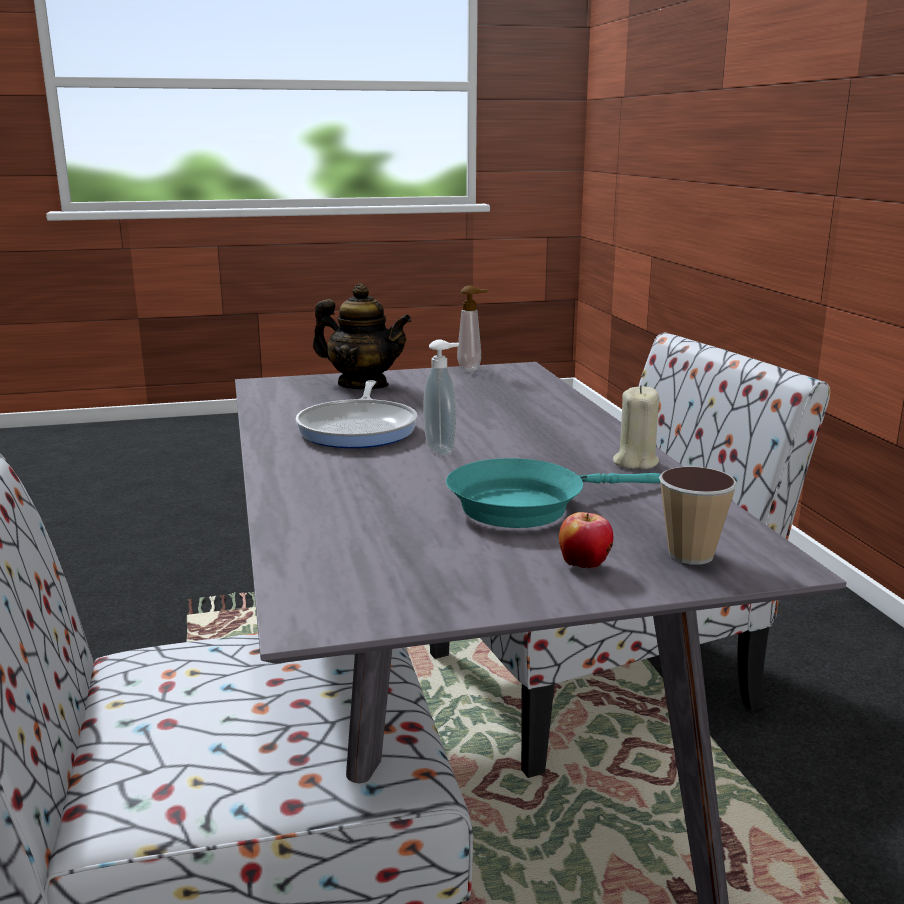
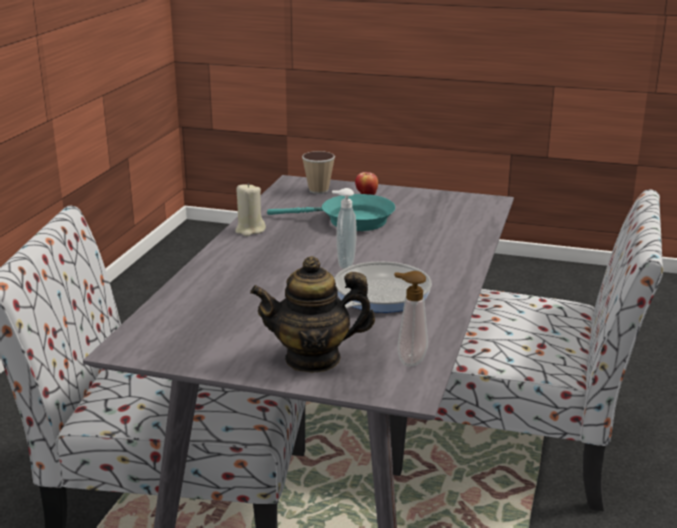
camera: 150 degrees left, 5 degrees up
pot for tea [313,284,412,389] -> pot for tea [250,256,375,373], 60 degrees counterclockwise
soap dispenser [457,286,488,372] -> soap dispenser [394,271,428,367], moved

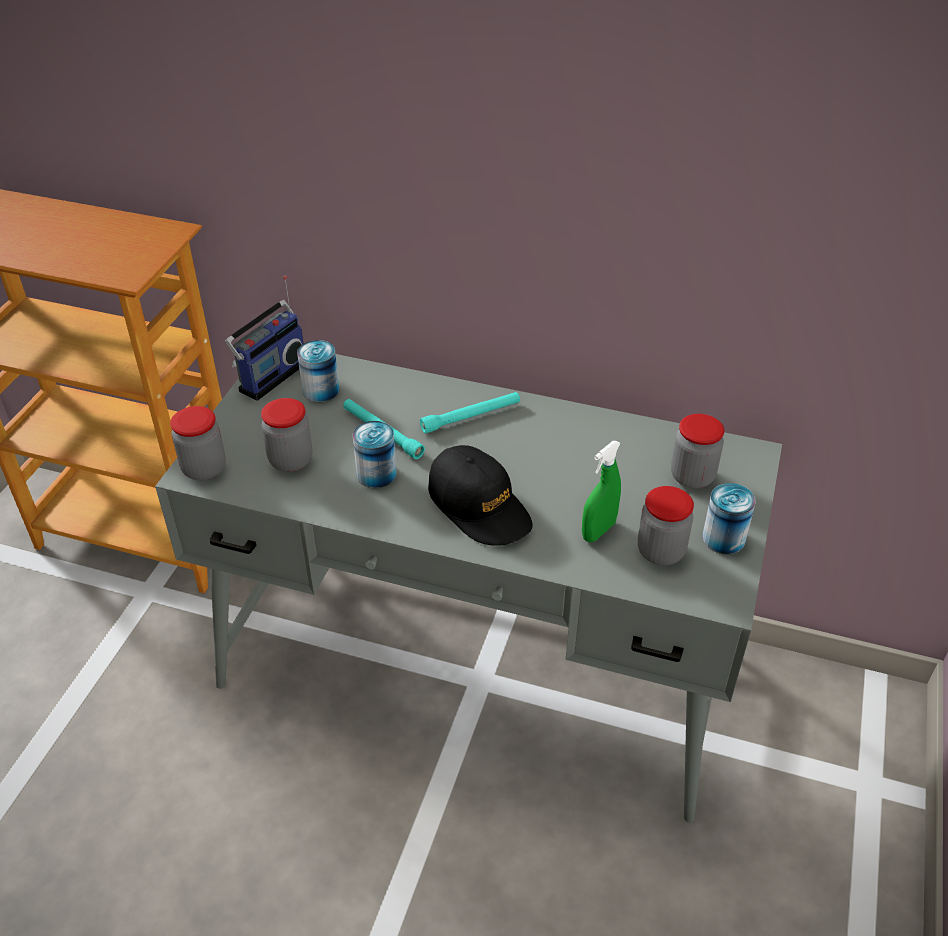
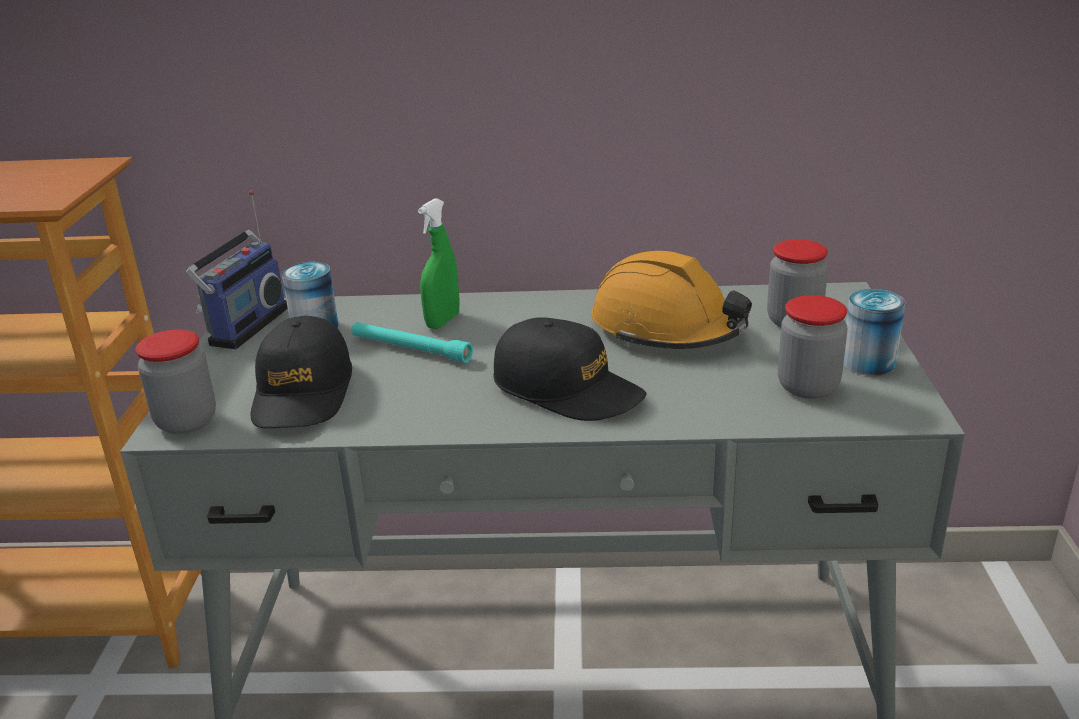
camera: 15 degrees left, 15 degrees down
jar [261,398,312,472] -> peaked cap in black-coloured [251,316,352,428]
sprayer in green-coloured [582,441,621,542] -> sprayer in green-coloured [418,198,460,329], moved
none -> hard hat in orange [592,251,752,349]
sealed can [352,421,397,488] -> none
flashlight in turquoise [420,392,520,433] -> none

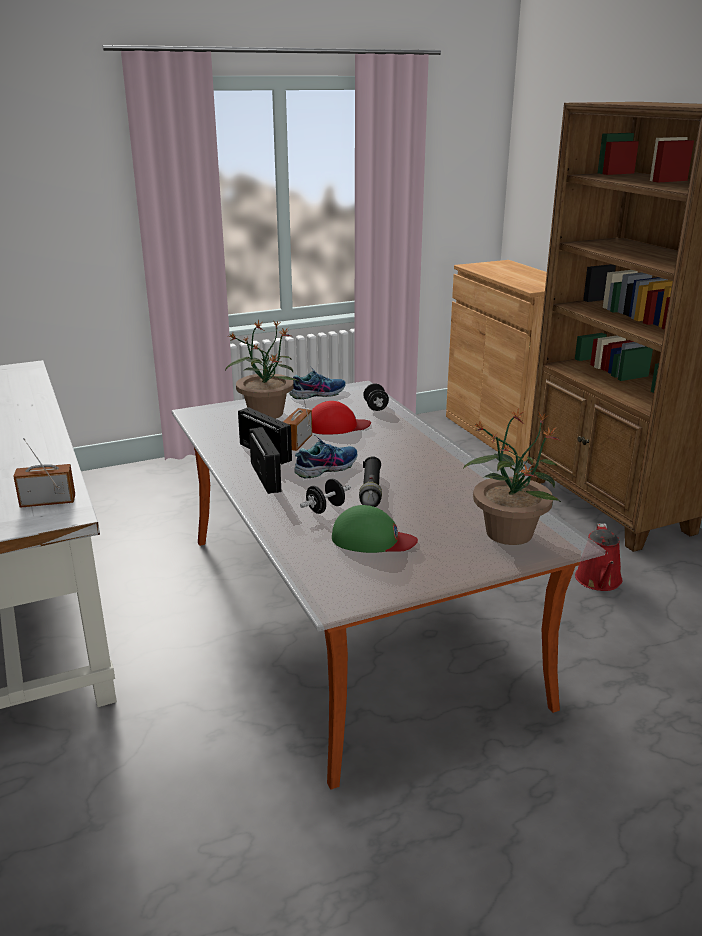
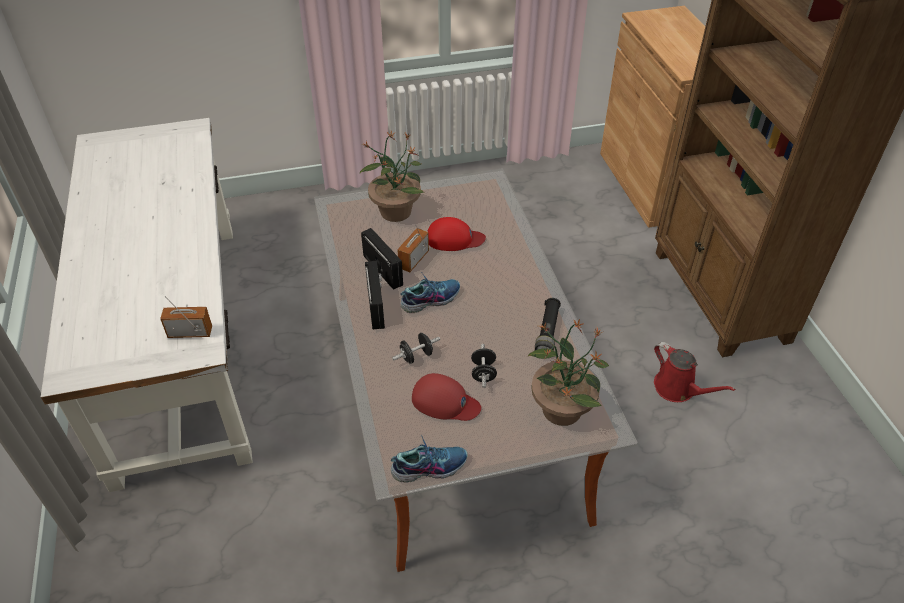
camera: 10 degrees right, 20 degrees up
item of footwear [289,367,346,399] -> item of footwear [391,435,468,482], moved
peaked cap in green-coloured [332,505,418,553] -> peaked cap in reddish [412,373,481,421]
free weight in black-coloured [363,383,389,411] -> free weight in black-coloured [471,344,497,388], moved
flashlight in black-coloured [359,456,382,507] -> flashlight in black-coloured [535,298,561,350], moved
sprinkling can in reddish [575,523,623,591] -> sprinkling can in reddish [654,342,736,402], 60 degrees counterclockwise

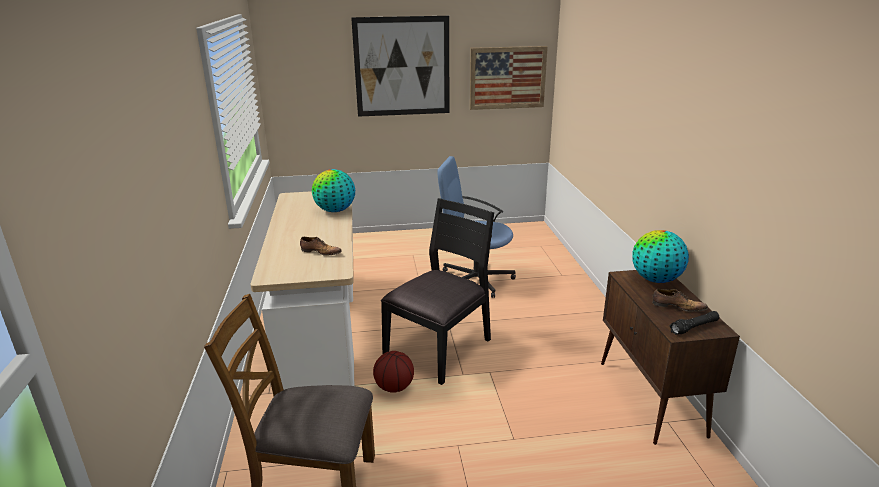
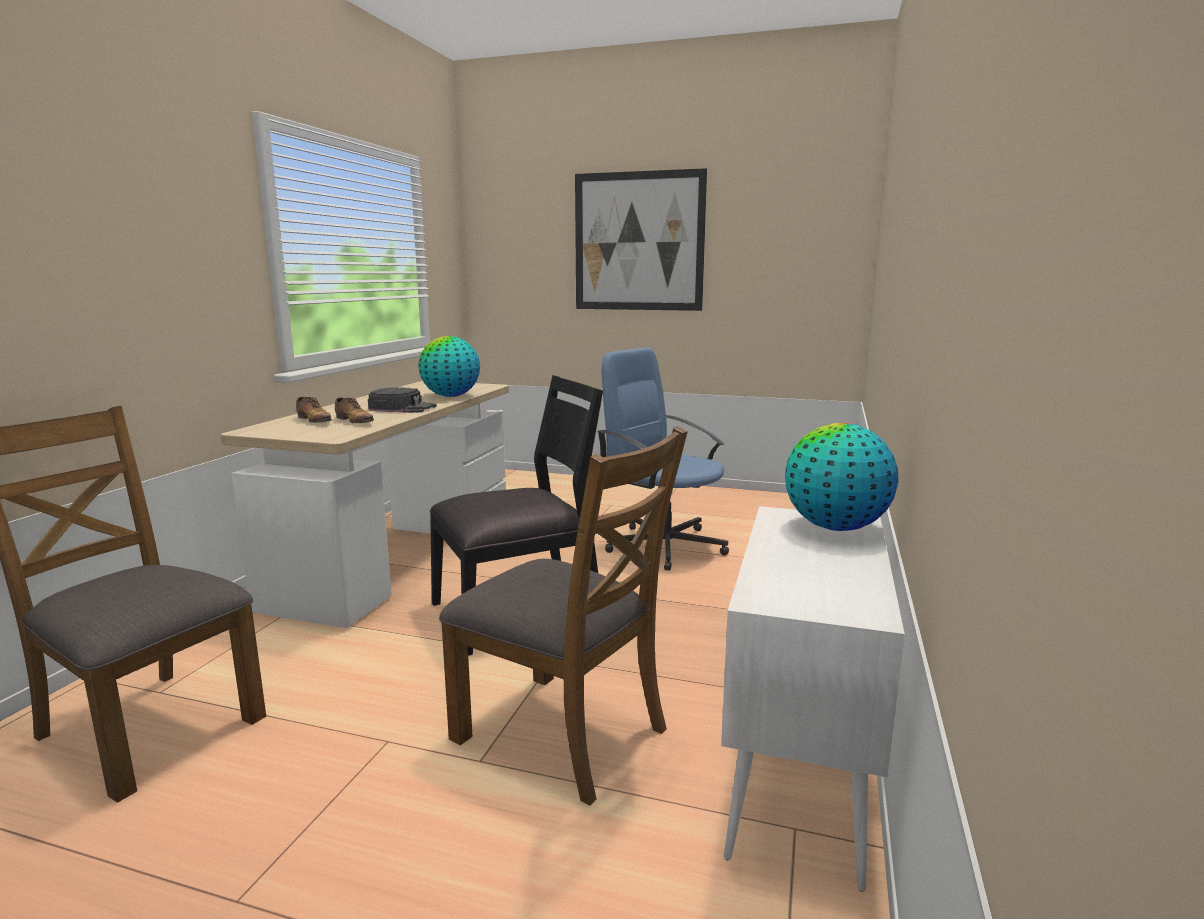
camera: 25 degrees right, 10 degrees down
item of footwear [652,289,708,312] -> item of footwear [296,397,332,423], moved
none -> peaked cap in black-coloured [368,387,437,413]
none -> plain chair in brown [439,426,688,806]
cabinet in brown [601,270,740,445] -> cabinet in white [721,506,905,892]
basketball ball [373,351,414,393] -> none
wall picture [470,46,548,110] -> none
flashlight in black-coloured [670,311,719,335] -> none

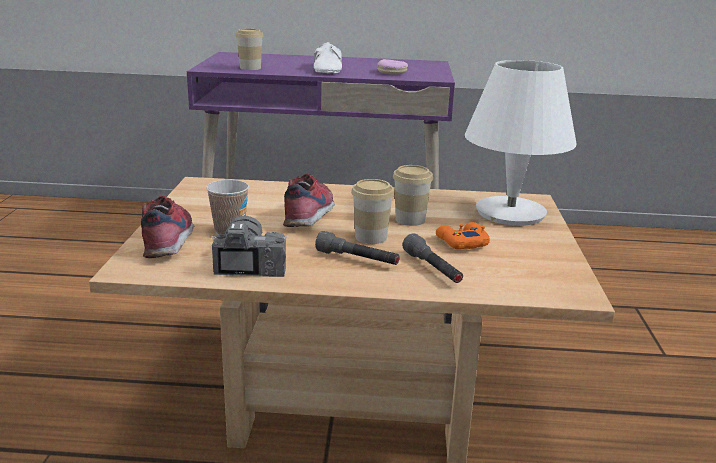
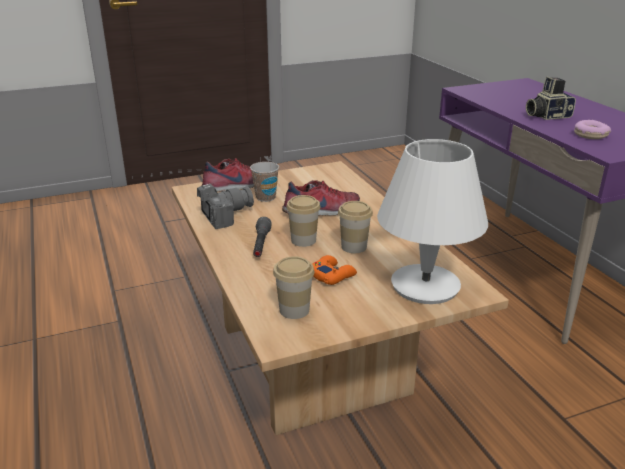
camera: 65 degrees right, 5 degrees up
small cup [235,29,264,70] -> small cup [273,256,314,319], moved
item of footwear in white [314,42,342,73] -> still camera [526,76,576,120]
flashlight in gray [403,233,463,283] -> none

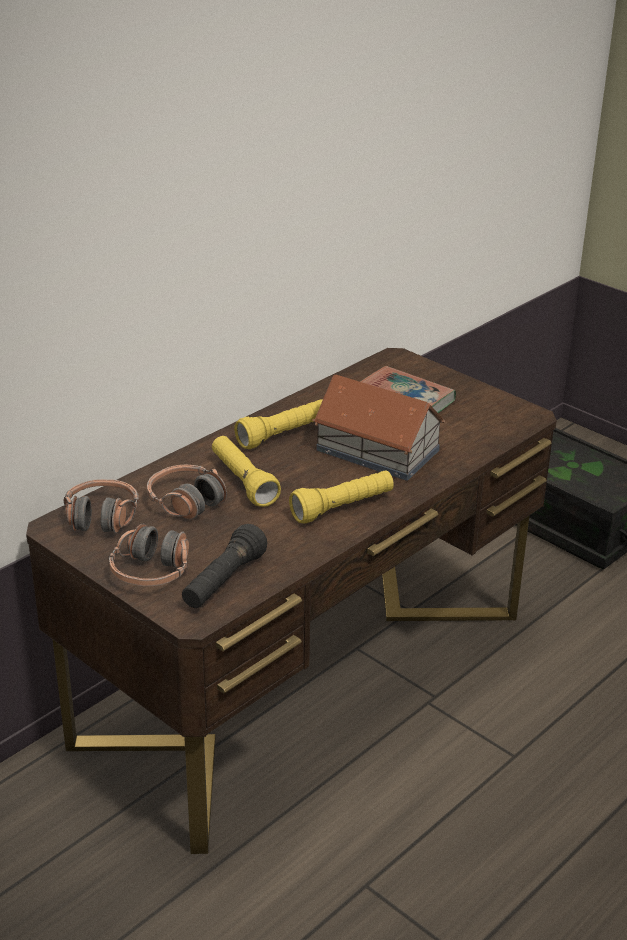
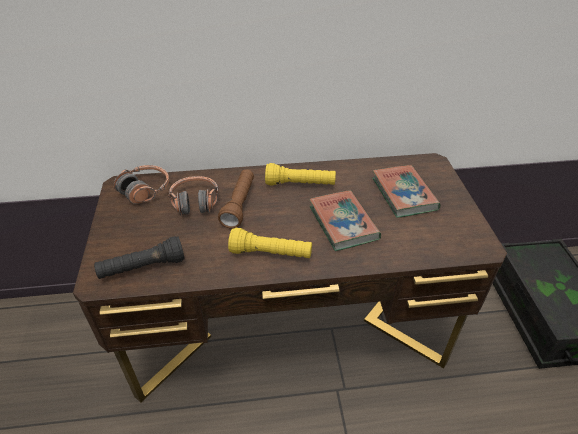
camera: 40 degrees right, 10 degrees up
flashlight in yellow [212,436,281,507] -> flashlight in brown [218,169,254,229]
toy house [312,375,445,481] -> book [309,190,381,251]
headphones [109,524,189,586] -> none

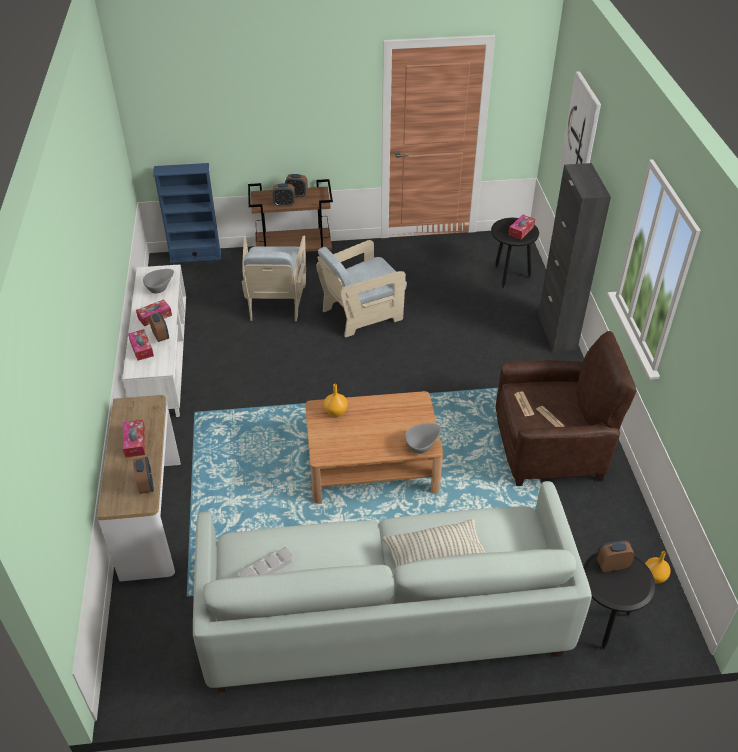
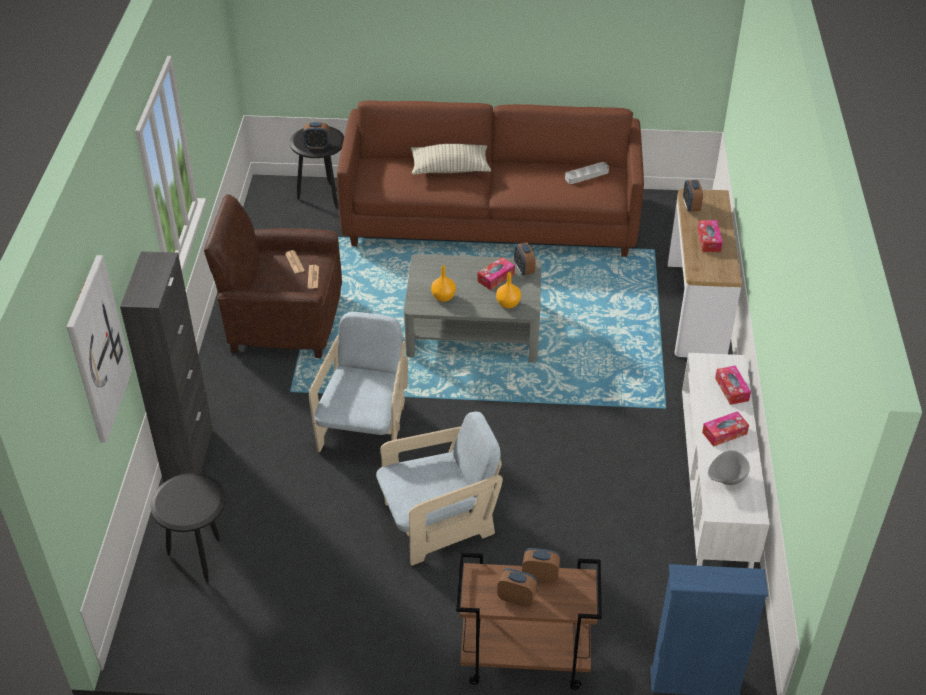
camera: 170 degrees left, 0 degrees up
armchair in beige-coloured [242,235,306,321] -> armchair in beige-coloured [309,312,408,452], moved
couch in white [193,481,592,693] -> couch in brown [337,101,644,257]
lounge table in brown [305,391,443,504] -> lounge table in gray [404,254,542,363]
vase in orange [645,551,670,584] -> vase in orange [431,265,456,302], moved
tissue holder [508,215,535,239] -> tissue holder [477,257,515,290], moved
alarm clock [148,312,169,342] -> alarm clock [514,243,536,275], moved
serving bowl in gray [405,423,441,454] -> none

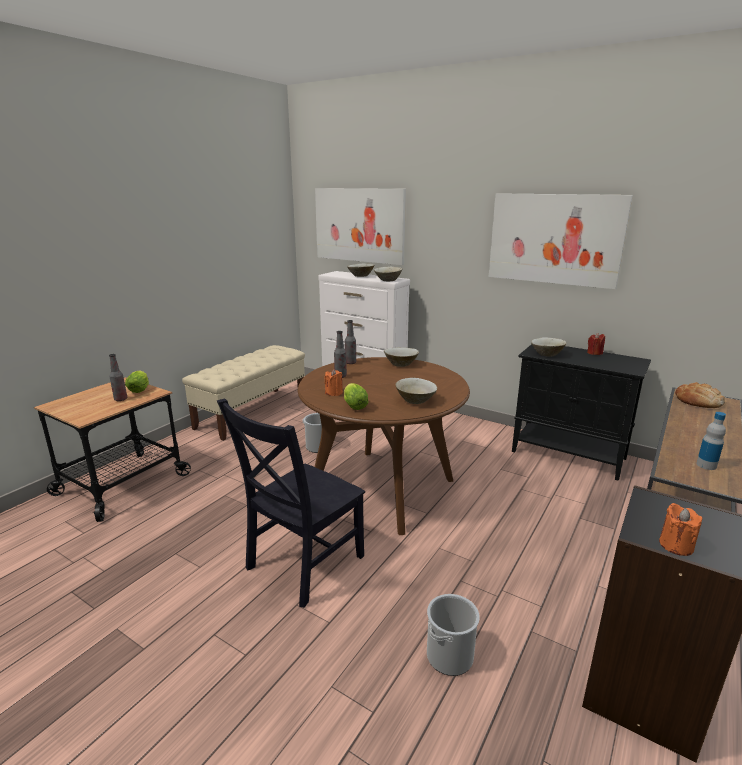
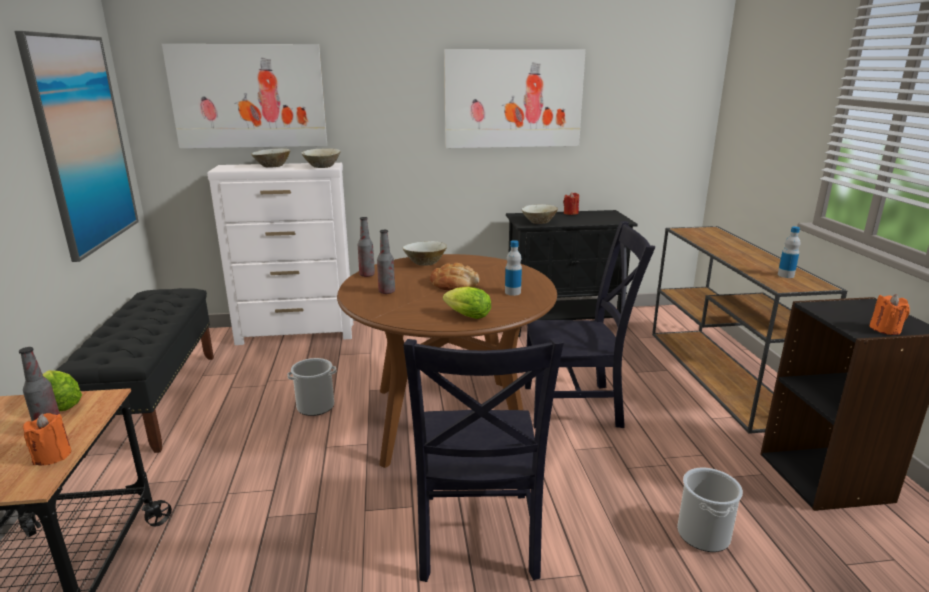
camera: 40 degrees left, 0 degrees up
none -> wall picture [14,31,139,262]
wax candle in orange [325,369,343,396] -> wax candle in orange [23,413,71,465], moved
indoor bench in beige-coloured [182,345,305,441] -> indoor bench in black-coloured [56,288,214,458]
bakery bread [675,382,725,408] -> bakery bread [430,263,480,291], moved
serving bowl in beige-coloured [396,378,437,404] -> bottle [505,240,522,296]
none -> plain chair in black-coloured [525,221,655,429]

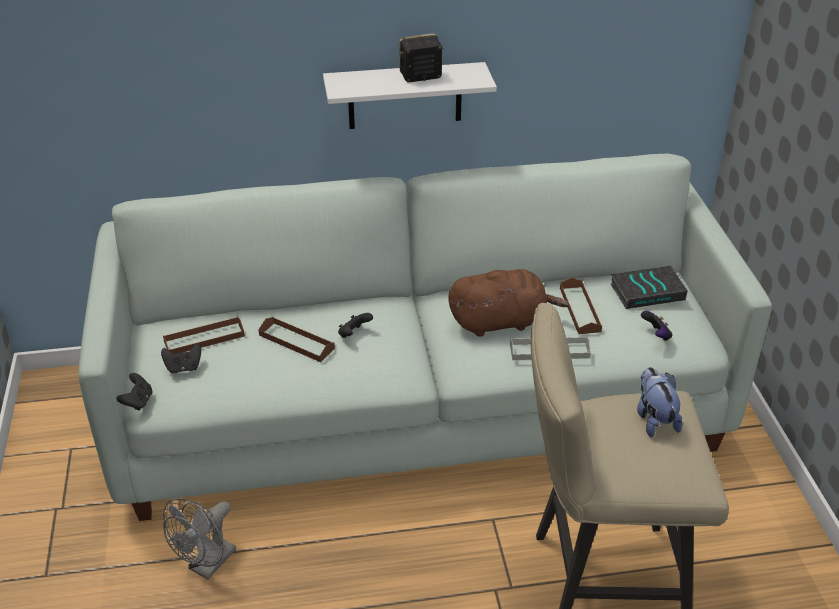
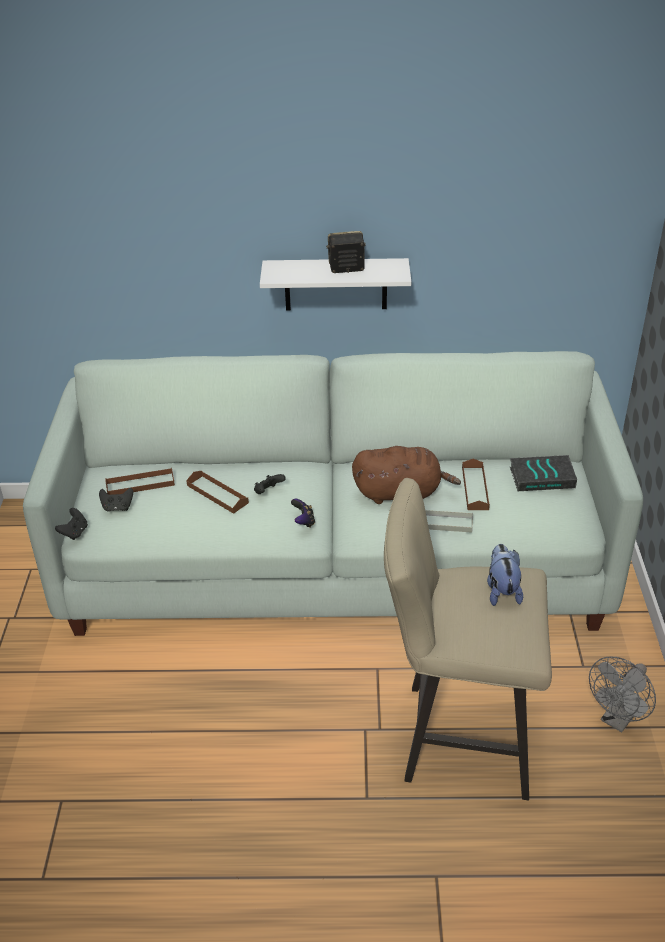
camera: 10 degrees right, 0 degrees up
joypad [641,311,672,341] -> joypad [291,499,315,528], moved
cooling fan in gray [163,498,236,580] -> cooling fan in gray [589,657,656,733], moved

